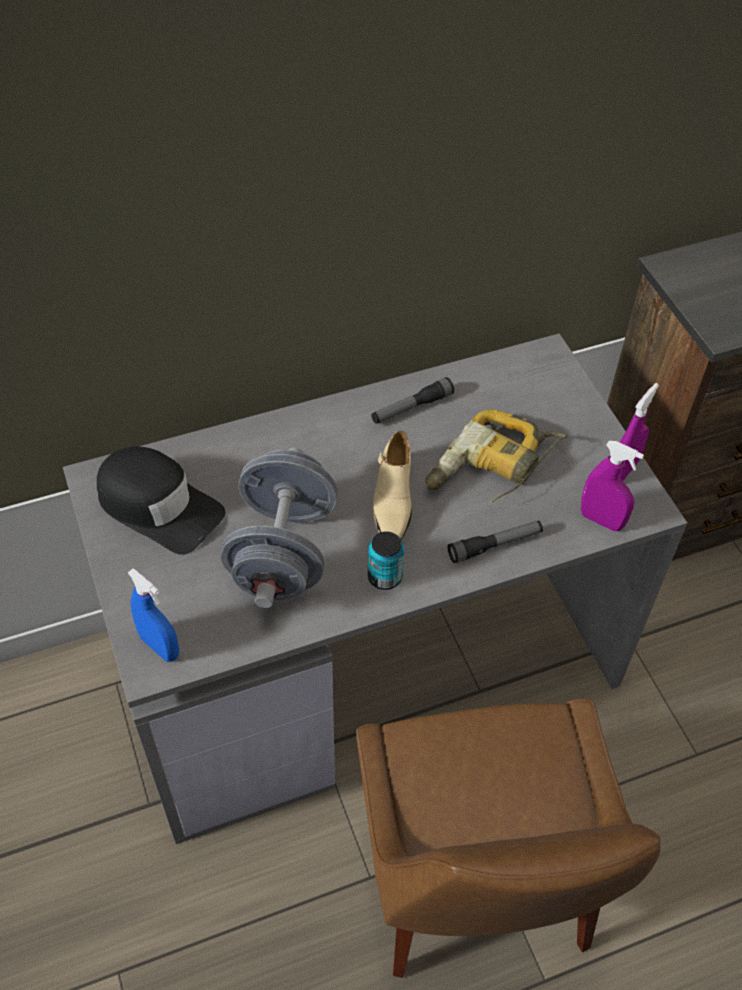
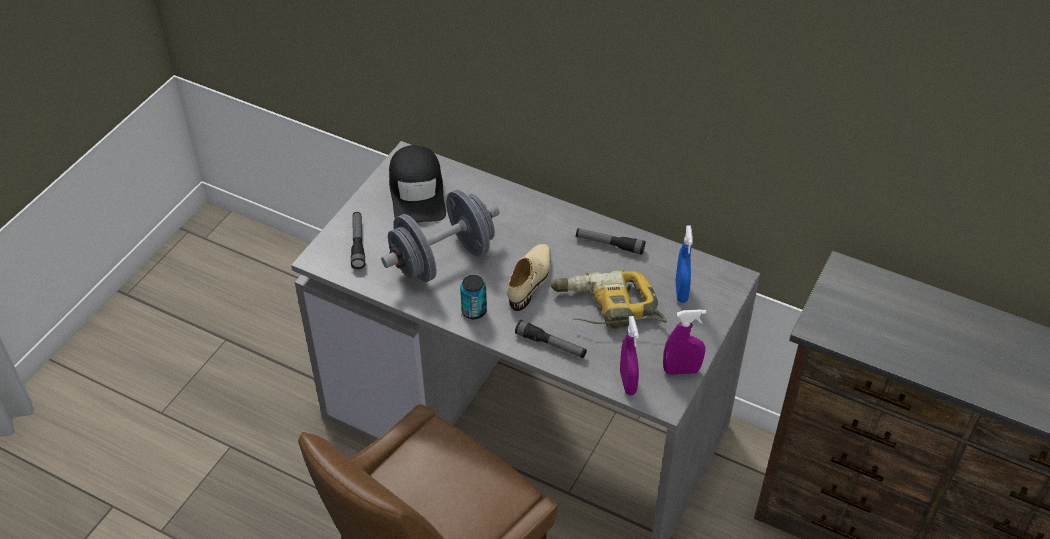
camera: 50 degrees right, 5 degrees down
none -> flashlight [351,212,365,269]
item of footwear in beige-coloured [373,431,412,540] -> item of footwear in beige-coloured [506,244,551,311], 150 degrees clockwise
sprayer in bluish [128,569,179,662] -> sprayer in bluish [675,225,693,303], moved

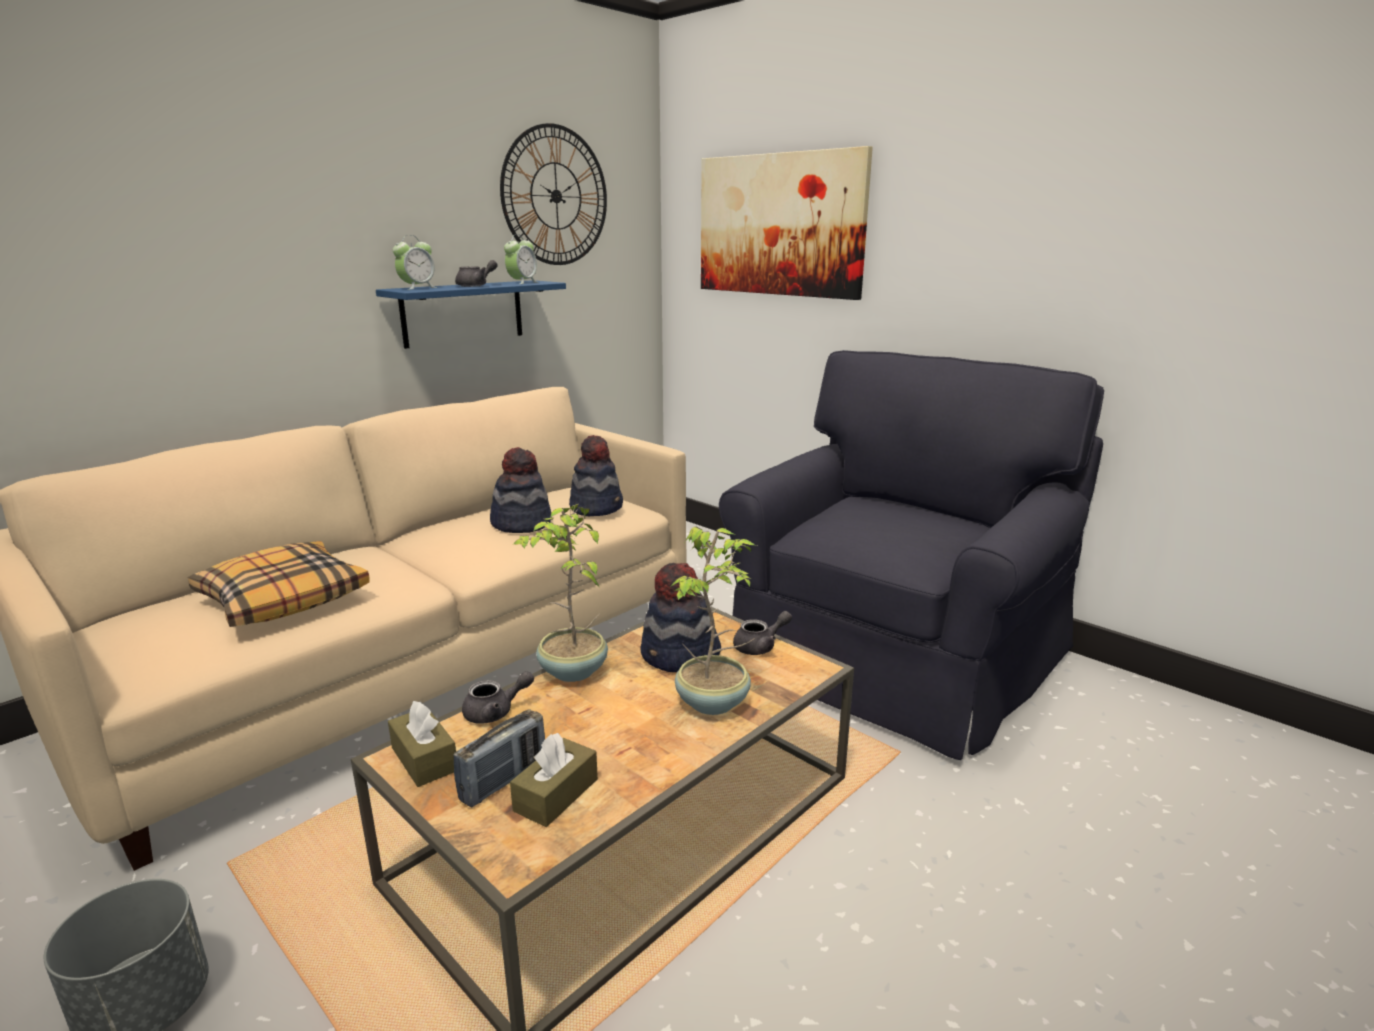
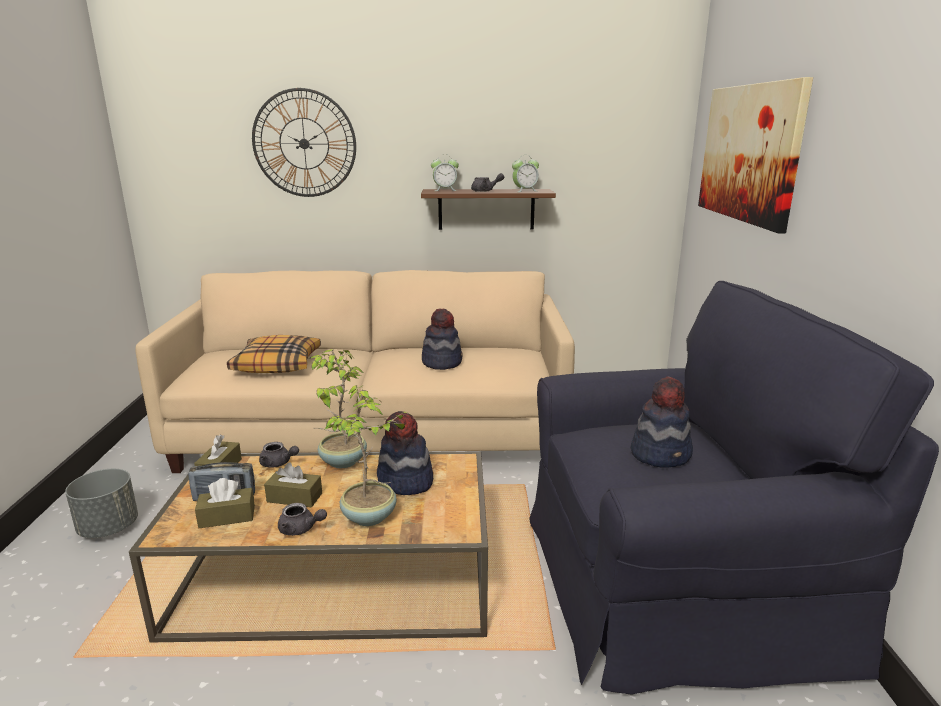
camera: 45 degrees right, 0 degrees up
hanging clock [500,123,607,265] -> hanging clock [252,88,356,197], moved
none -> tissue holder in brown [264,462,322,507]
pot for tea in gray [733,611,792,655] -> pot for tea in gray [278,503,327,536], moved
shelf in bluish [376,280,566,349] -> shelf in brown [421,189,556,230]
hat [569,435,623,516] -> hat [631,376,693,468], moved

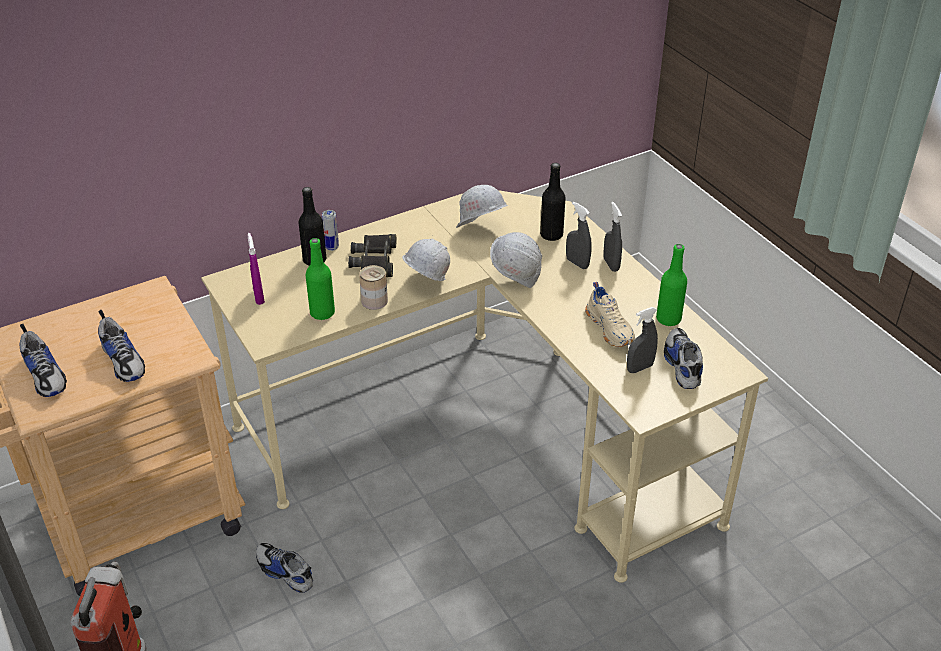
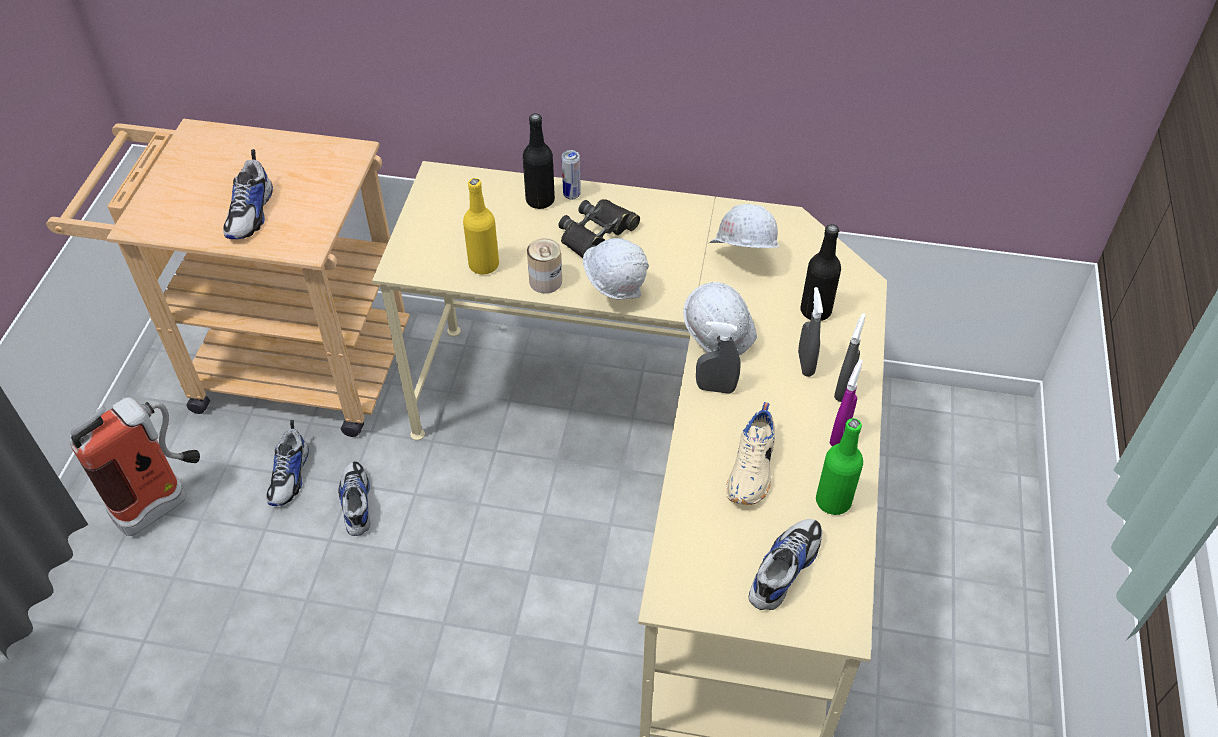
camera: 40 degrees right, 10 degrees up
item of footwear [20,324,67,397] -> item of footwear [266,420,309,506], moved
bottle in green-coloured [306,238,335,320] -> bottle in yellow [463,178,499,275]
sprayer in gray [627,307,658,373] -> sprayer in gray [696,321,741,394], moved
sprayer in purple-coloured [248,233,265,305] -> sprayer in purple-coloured [830,359,863,447], moved

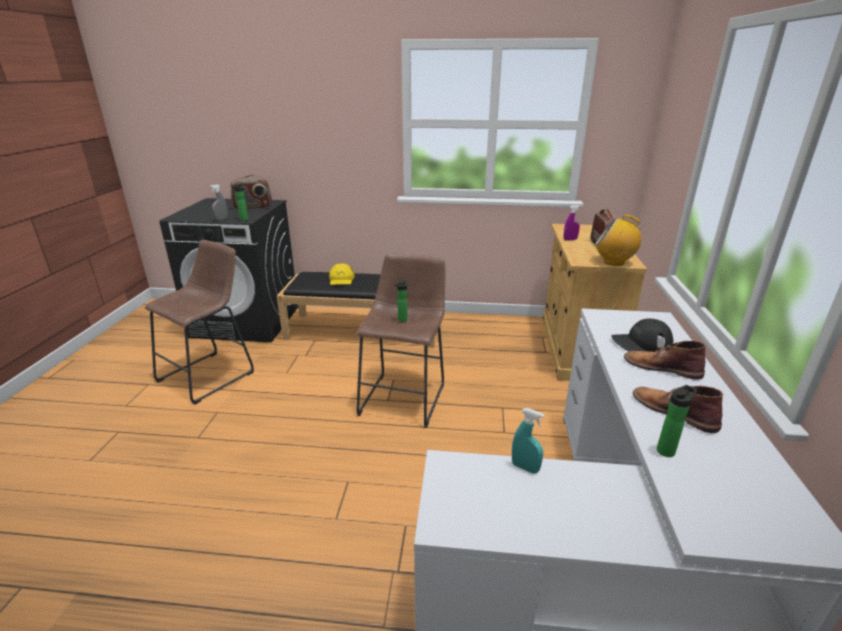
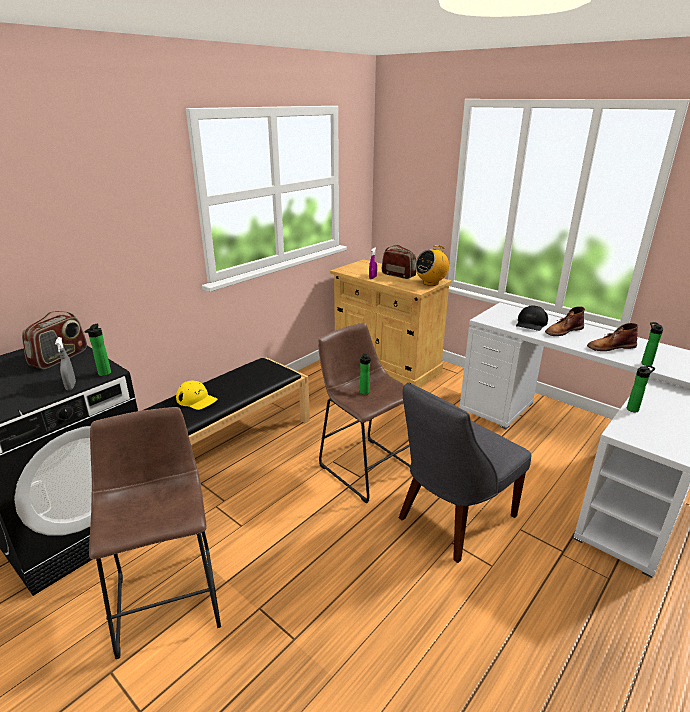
camera: 55 degrees left, 0 degrees up
none -> plain chair in gray [399,383,531,563]
sprayer in turquoise [512,408,545,474] -> bottle [627,365,655,412]

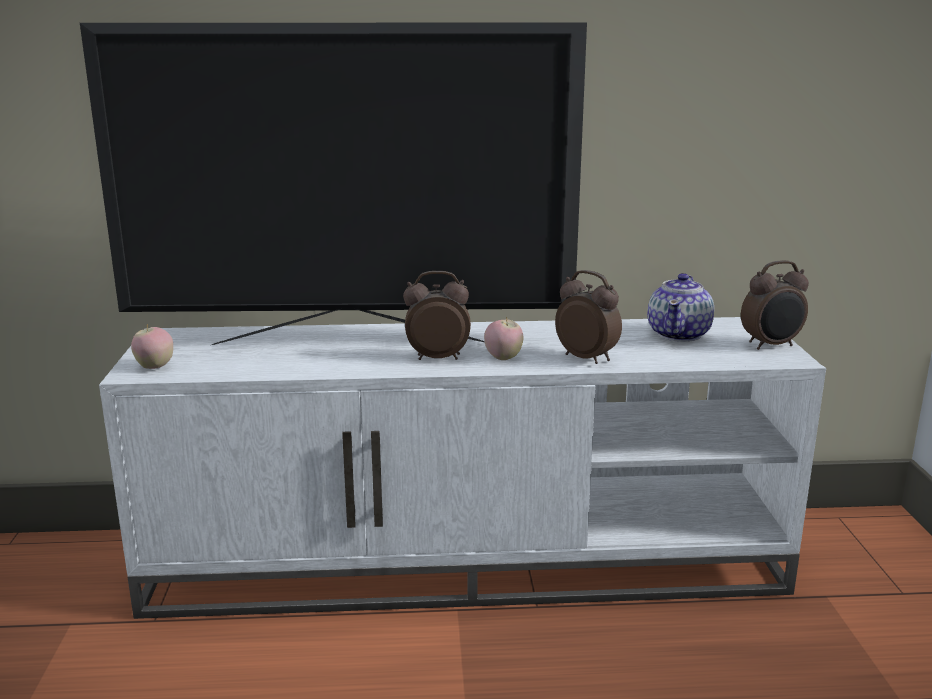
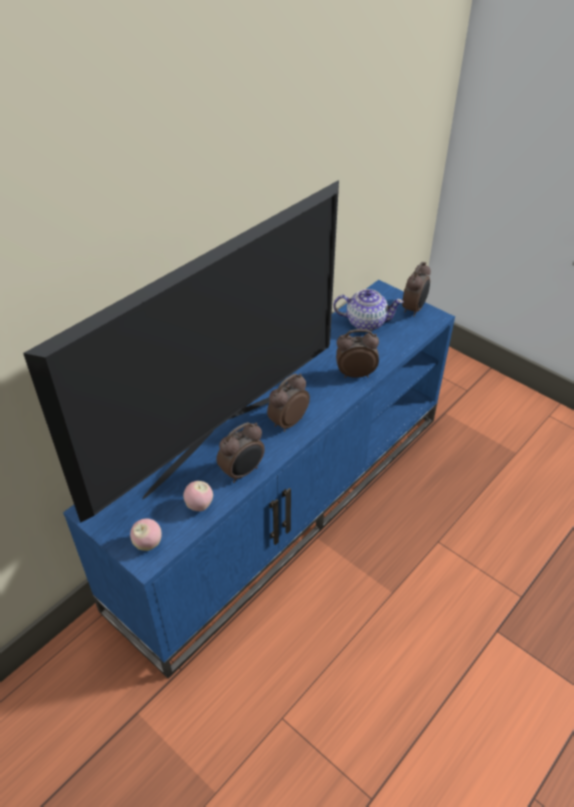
camera: 45 degrees left, 25 degrees up
media console in white [99,317,826,619] -> media console in bluish [63,280,455,679]
whole apple [484,317,523,360] -> whole apple [183,481,213,511], moved
none -> alarm clock [217,422,265,483]
pot for tea [647,273,714,342] -> pot for tea [333,289,404,331], 60 degrees counterclockwise

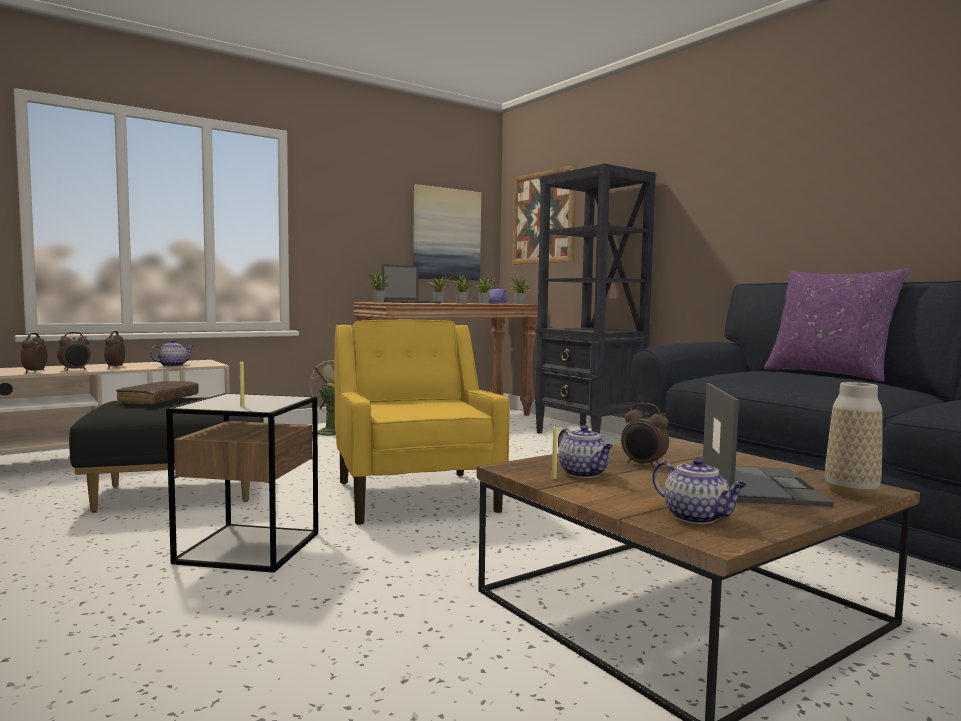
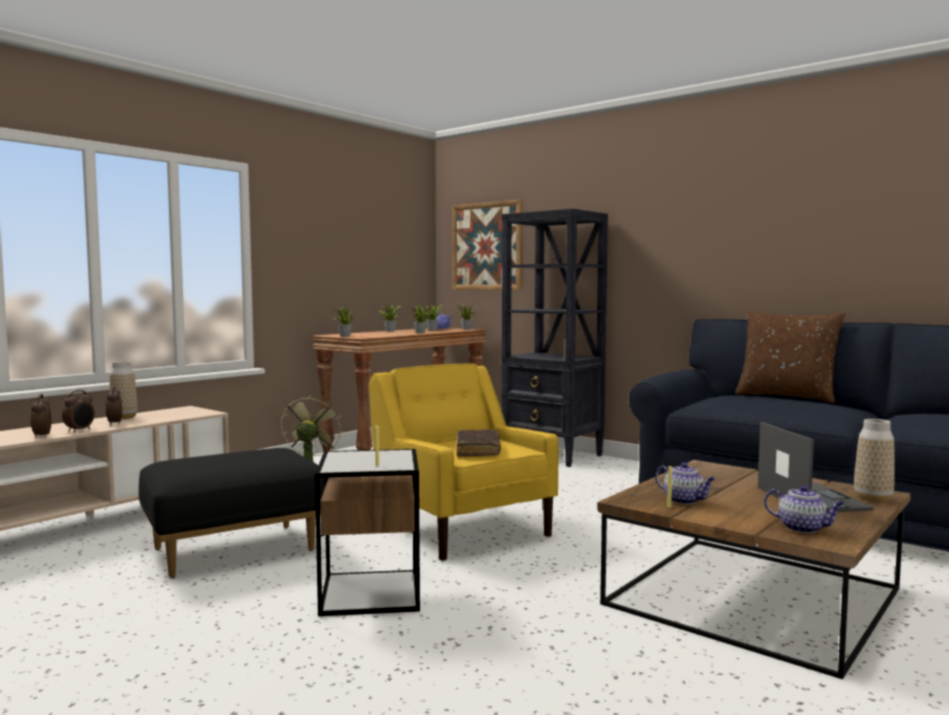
camera: 15 degrees left, 0 degrees up
none -> vase [109,361,138,419]
book in brown [116,381,199,405] -> book in brown [456,429,501,457], moved
throw pillow in purple-coloured [764,268,909,382] -> throw pillow in brown [735,311,845,403]
pot for tea [150,339,194,367] -> none
portable computer [381,264,441,303] -> none
wall picture [413,184,481,281] -> none
alarm clock [621,403,669,469] -> none

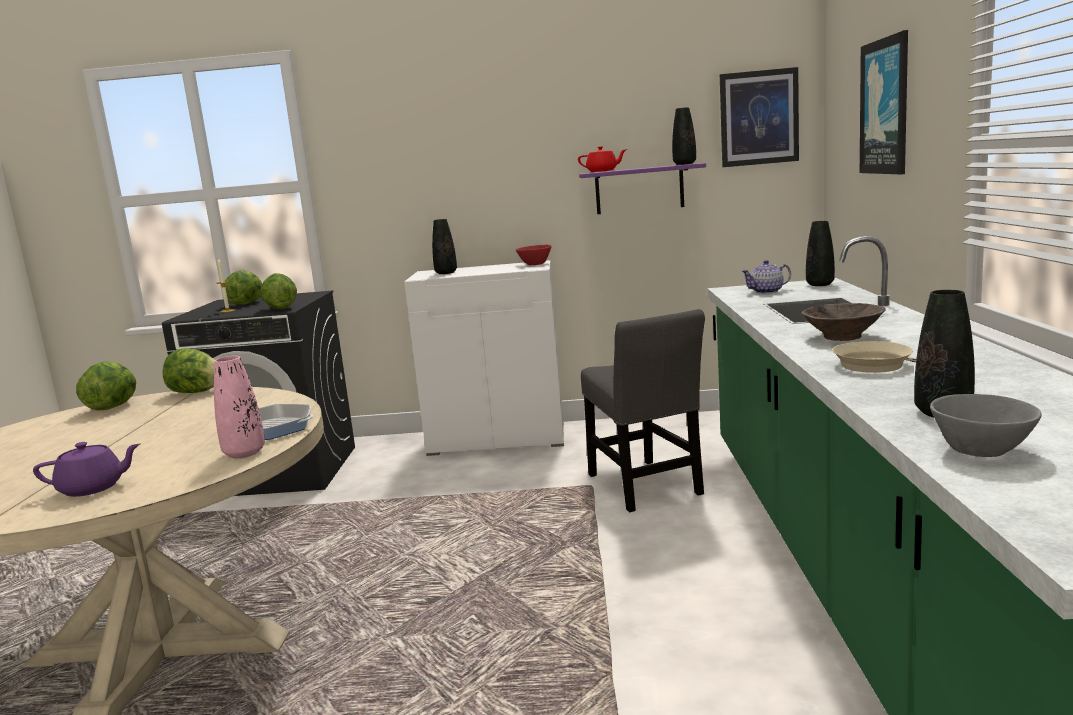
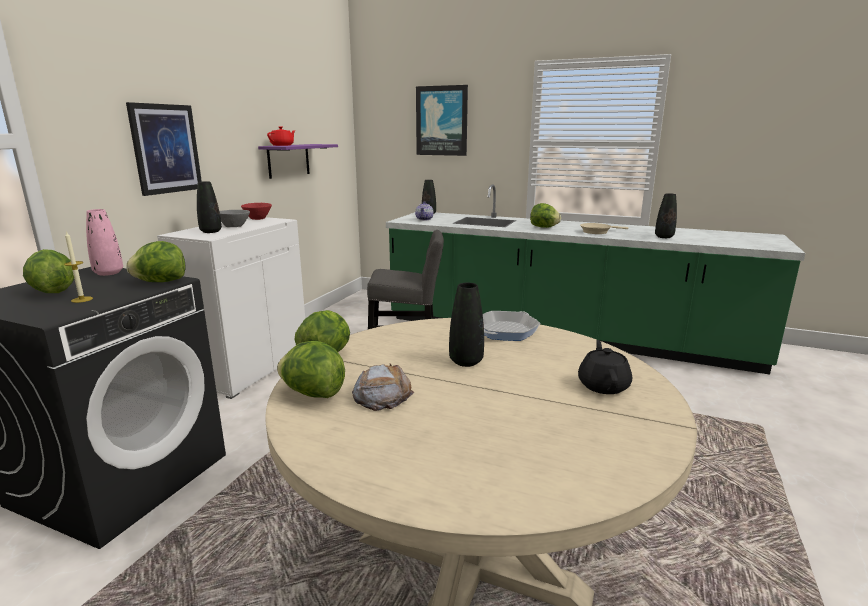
camera: 70 degrees left, 5 degrees up
vase in pink [214,356,265,458] -> vase in pink [86,209,123,276], moved
wall picture [720,67,799,167] -> wall picture [126,102,202,196], moved
serving bowl in gray [930,394,1042,457] -> serving bowl in gray [219,210,250,227], moved
none -> bakery bread [352,364,415,411]
vase in black-coloured [672,107,696,165] -> vase in black-coloured [449,283,484,367], moved
serving bowl in brown [801,303,886,341] -> lettuce head [530,203,561,228]
pot for tea in purple-coloured [33,442,140,497] -> pot for tea in black-coloured [578,340,632,394]

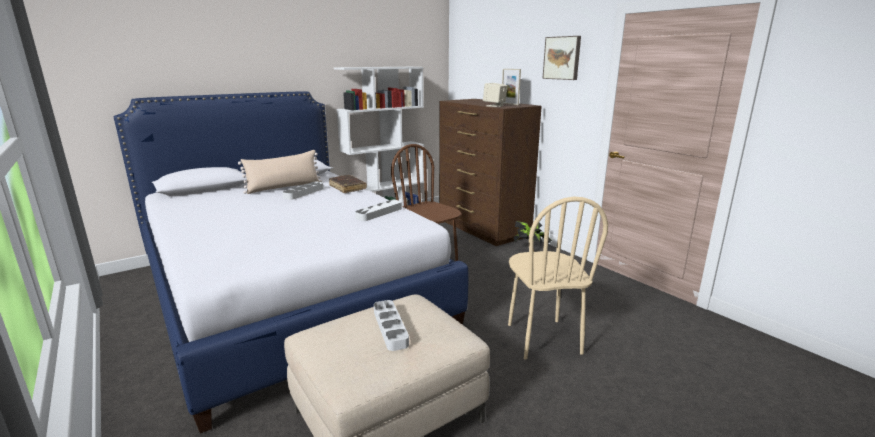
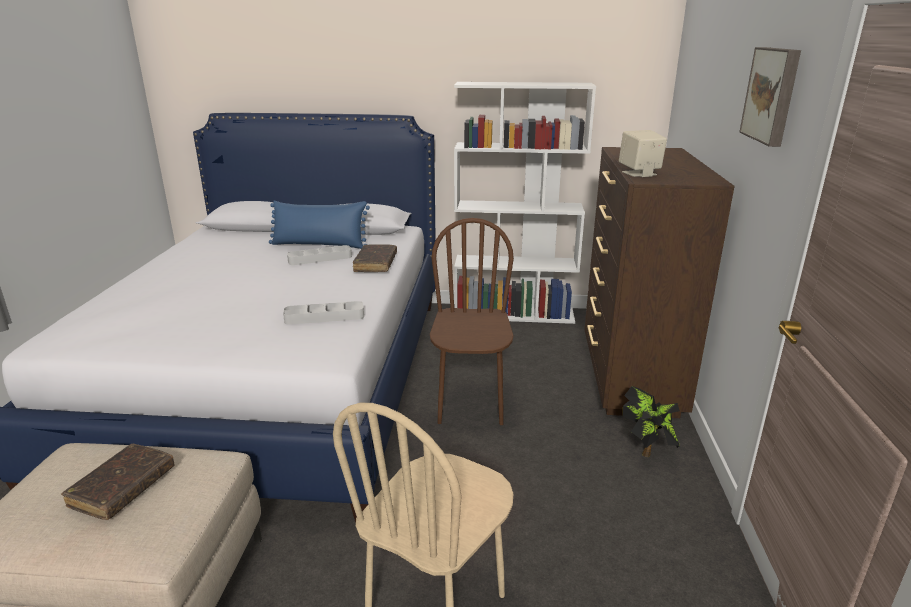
camera: 40 degrees right, 5 degrees up
carrying tray in gray [374,300,409,351] -> book in brown [61,444,174,520]
throw pillow in beige-coloured [238,150,322,194] -> throw pillow in bluish [269,201,370,249]
picture frame [502,69,521,105] -> none

